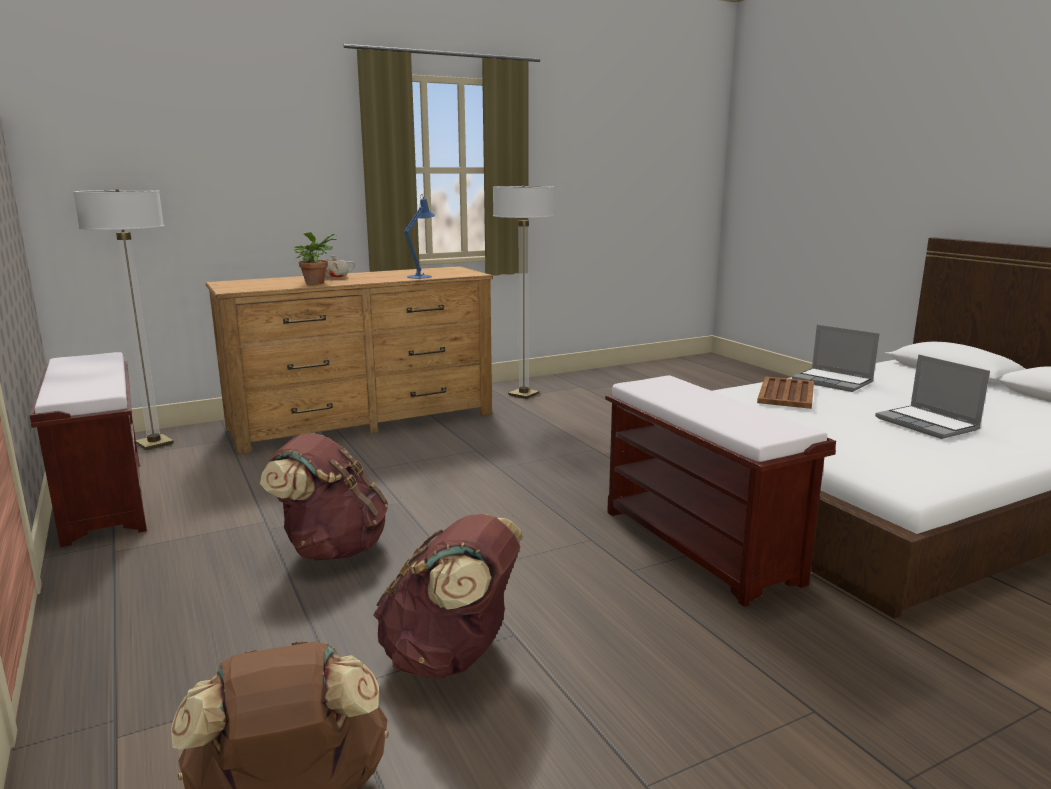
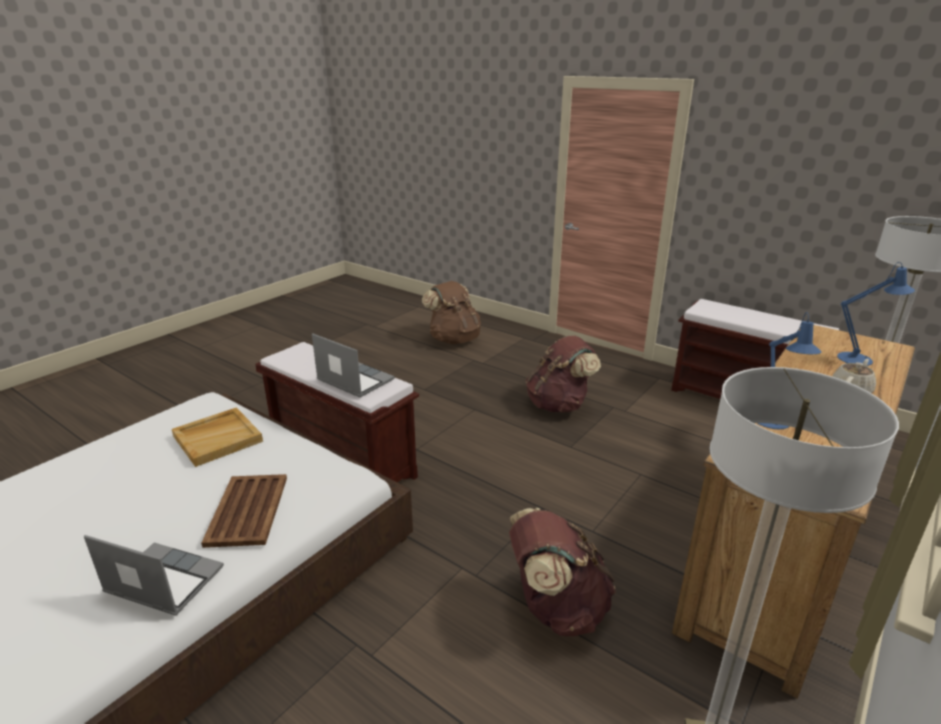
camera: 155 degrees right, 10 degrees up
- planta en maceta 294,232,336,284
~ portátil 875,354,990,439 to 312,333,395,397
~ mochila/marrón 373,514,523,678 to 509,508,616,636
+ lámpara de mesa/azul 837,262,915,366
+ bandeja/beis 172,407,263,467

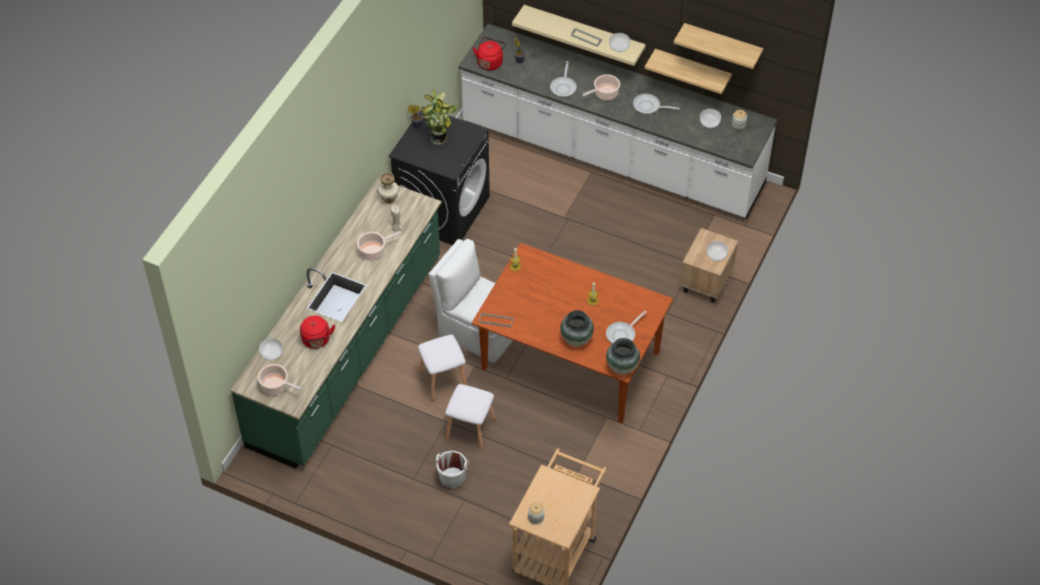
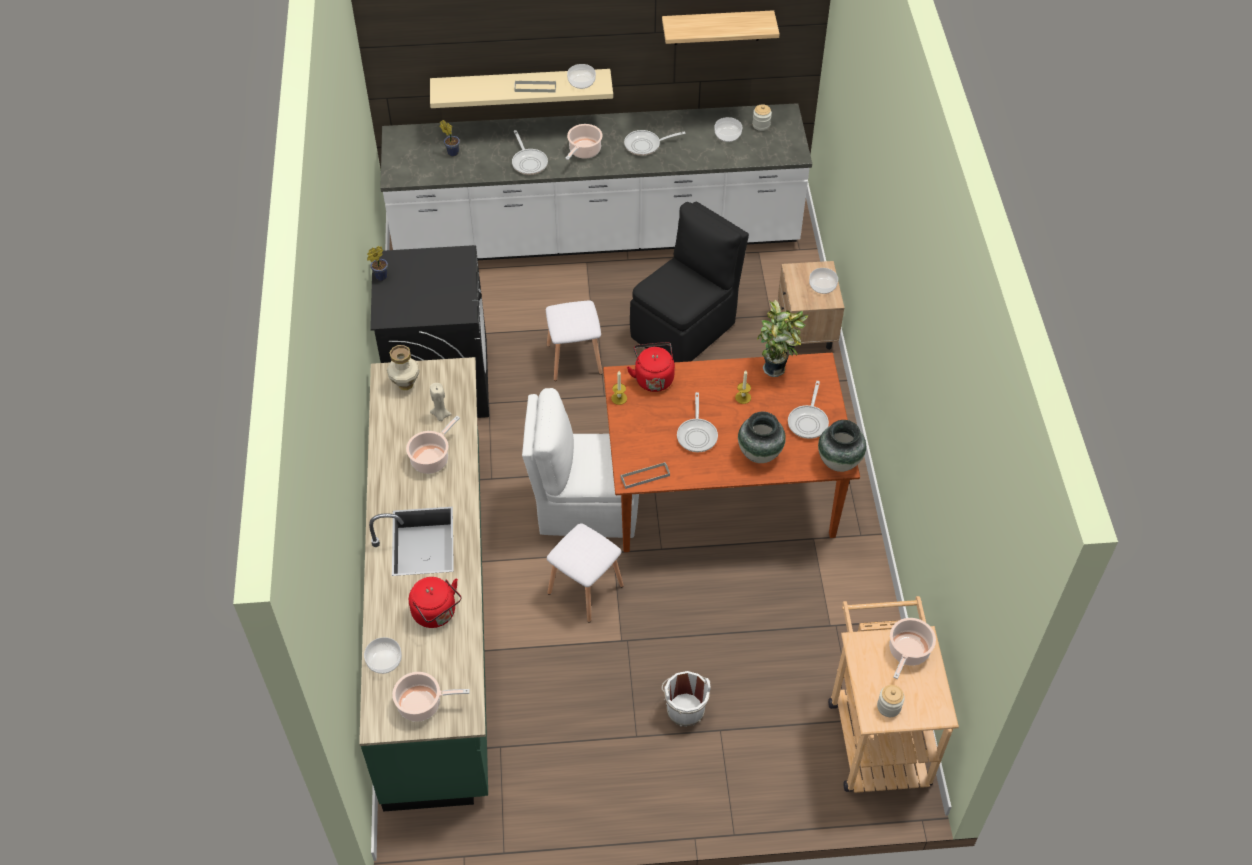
camera: 30 degrees left, 0 degrees up
~ hervidor/rojo 472,37,506,71 to 627,342,675,392
- estante 645,49,732,94
~ planta en maceta 421,89,458,145 to 757,300,809,377
~ taburete/blanco 445,384,495,450 to 546,300,603,381
+ silla/negro 630,201,749,362
+ sartén 677,392,718,452
+ olla 889,618,936,679

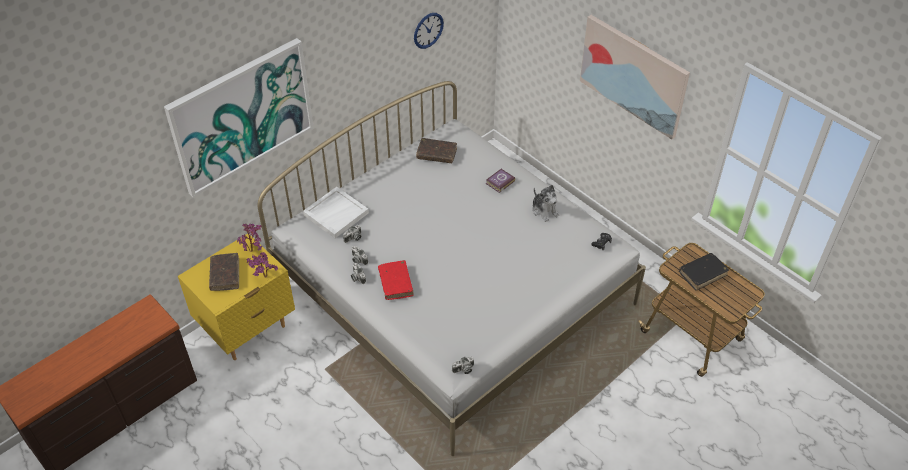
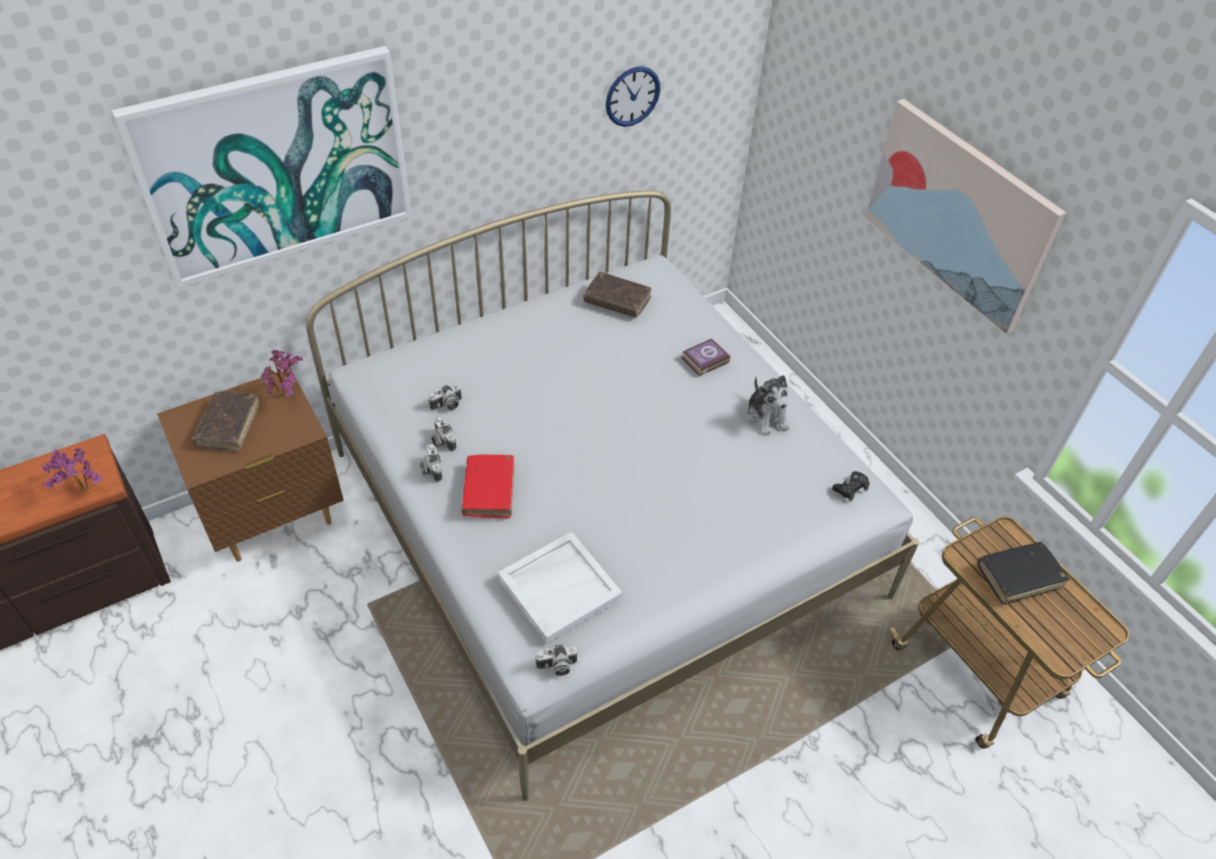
camera: 10 degrees right, 0 degrees up
~ bandeja/blanco 303,187,369,238 to 498,532,622,644
~ mesita de noche/amarillo 178,233,295,360 to mesita de noche/marrón 157,368,343,562
~ planta en maceta 246,252,278,278 to 41,448,102,491

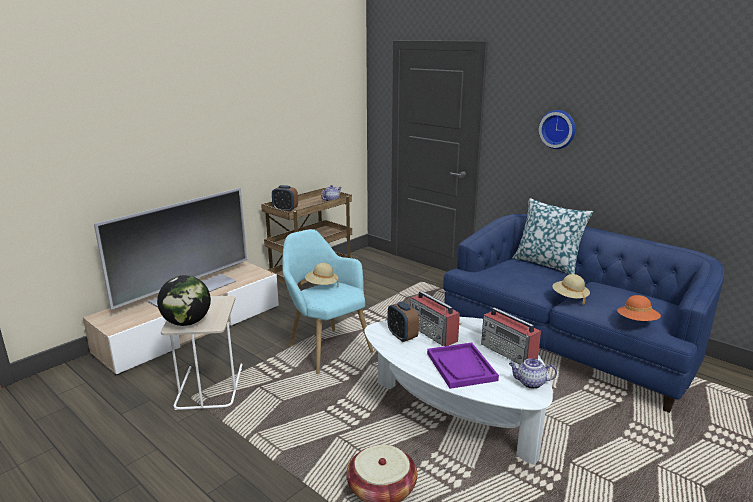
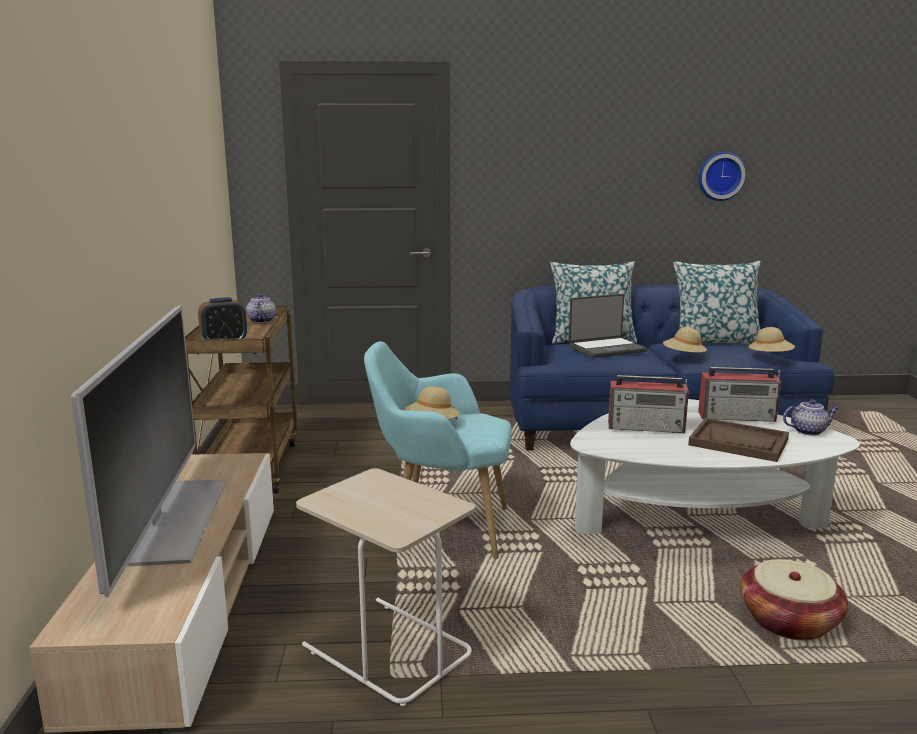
camera: 45 degrees left, 5 degrees down
~ reloj de pared 539,110,576,149 to 698,152,746,201
- globo terráqueo 157,275,211,326
~ sombrero/naranja 617,295,661,321 to sombrero/beis 747,327,795,355
- despertador 388,301,419,342
~ bandeja/morado 427,343,499,389 to bandeja/marrón 688,418,789,462
~ tetera 509,358,557,389 = 783,399,839,436 150 degrees counterclockwise
+ cojín 673,261,761,344
+ portátil 568,294,647,358

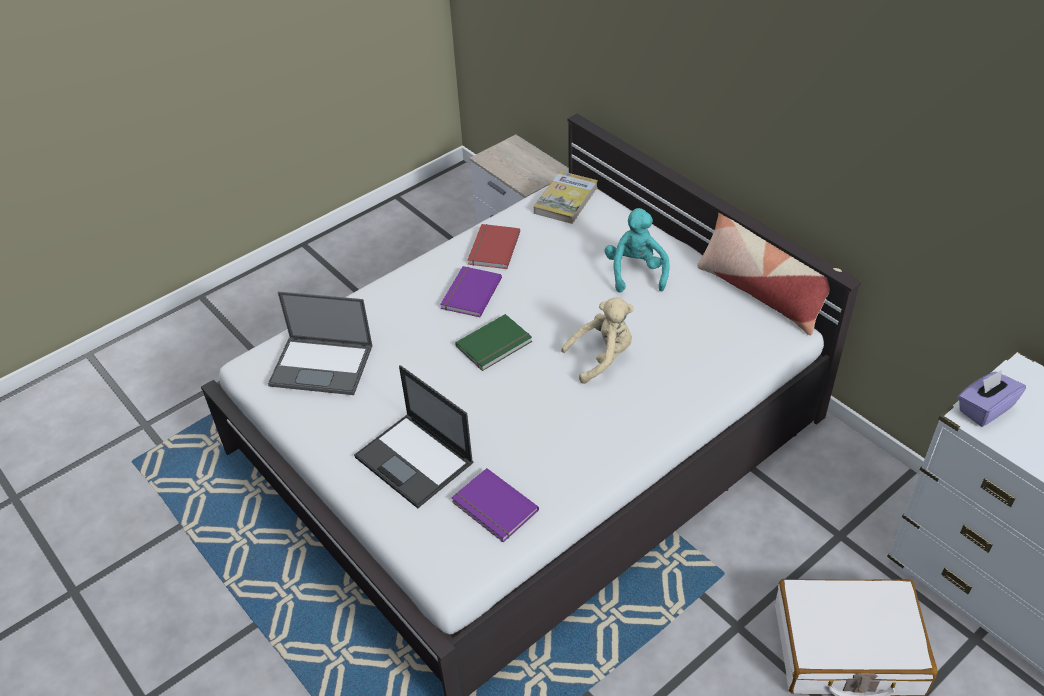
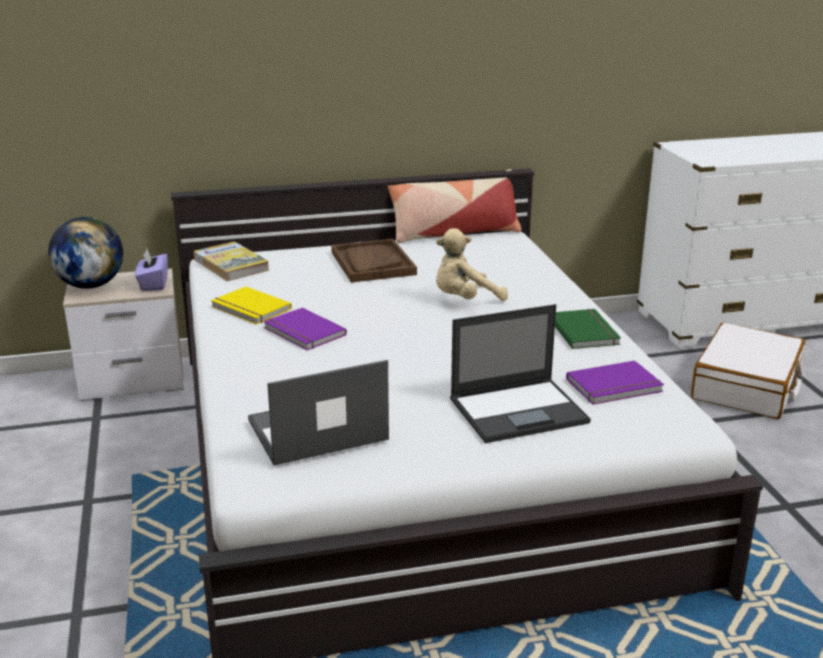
camera: 65 degrees left, 20 degrees down
~ peluche/turquesa 605,208,670,293 to bandeja/marrón 331,239,417,283
~ libro/rojo 468,224,520,269 to libro/amarillo 211,287,292,325
~ portátil 268,292,372,395 = 248,360,389,465 150 degrees counterclockwise
~ peluche/beis 561,298,634,384 = 436,228,508,301 120 degrees counterclockwise
~ libro/verde 455,314,532,371 to 555,309,621,349
~ caja de pañuelos/morado 958,370,1026,427 to 135,249,168,291
+ globo terráqueo 48,217,123,289

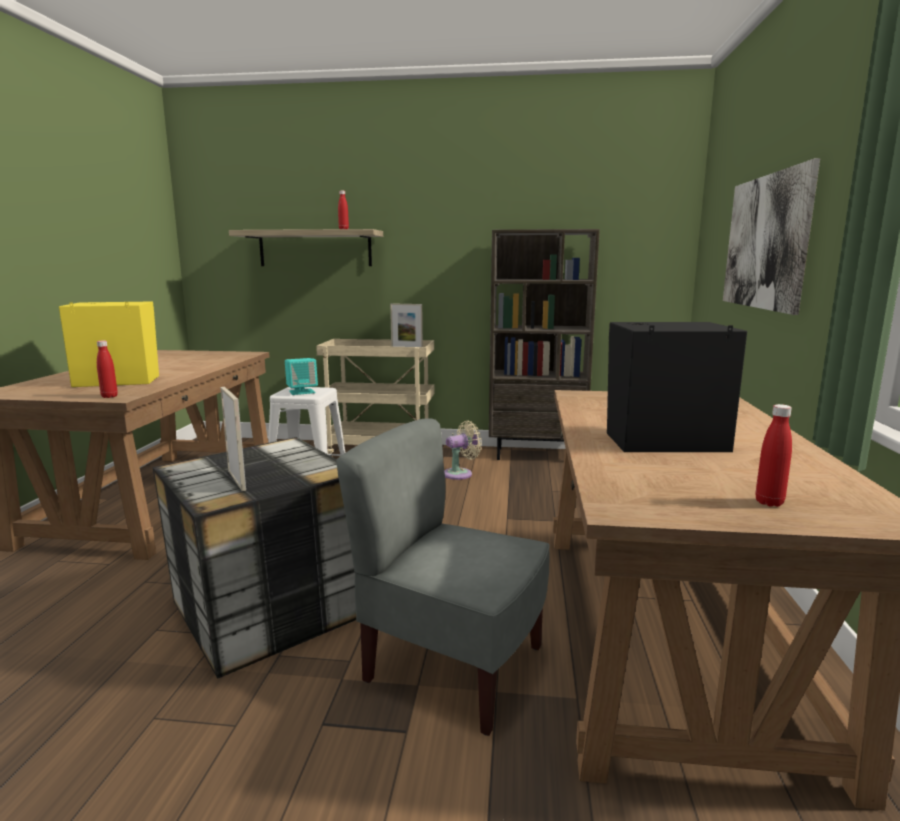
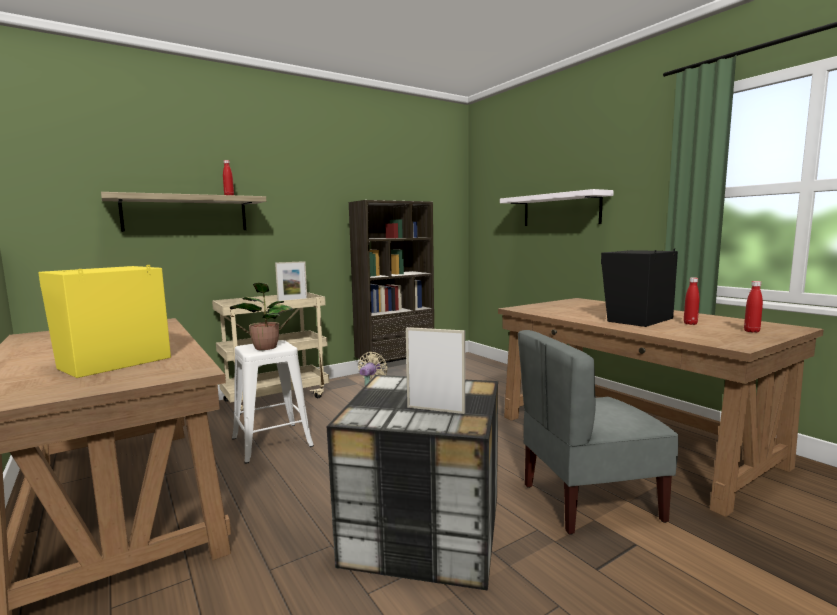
camera: 40 degrees left, 5 degrees down
~ cuadro 723,158,820,315 to estante/blanco 500,189,614,226
~ botella/rojo 97,340,118,398 to 684,277,699,325
~ altavoz/turquesa 285,358,318,395 to planta en maceta 230,283,293,350

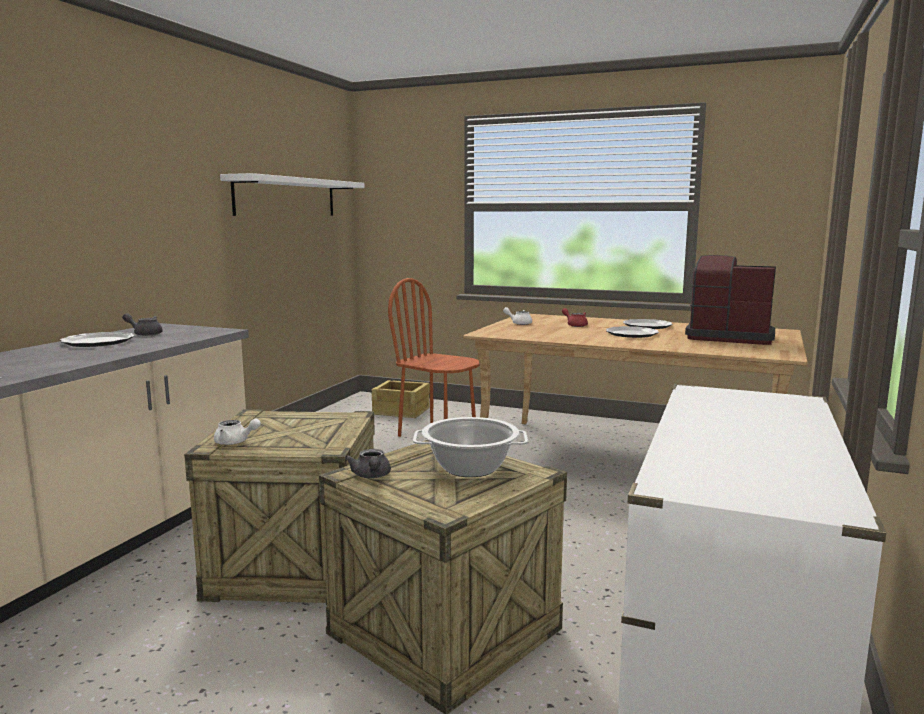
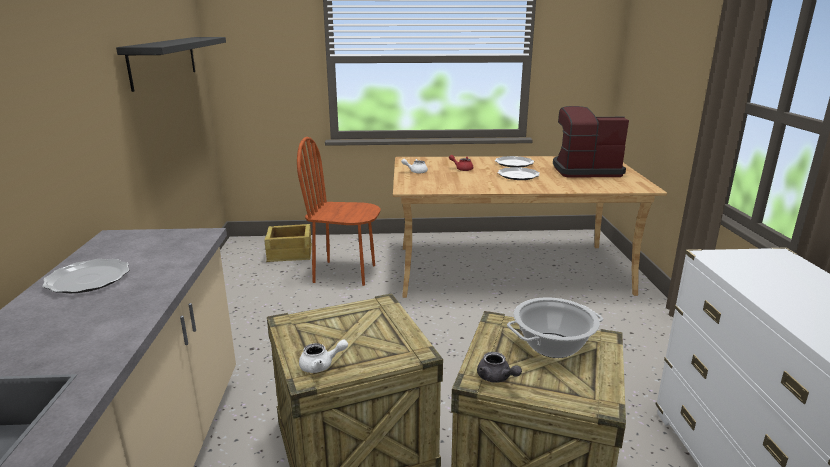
camera: 25 degrees left, 10 degrees up
~ estante/blanco 220,173,364,216 to estante/negro 116,37,226,92
- tetera/gris 122,313,163,336

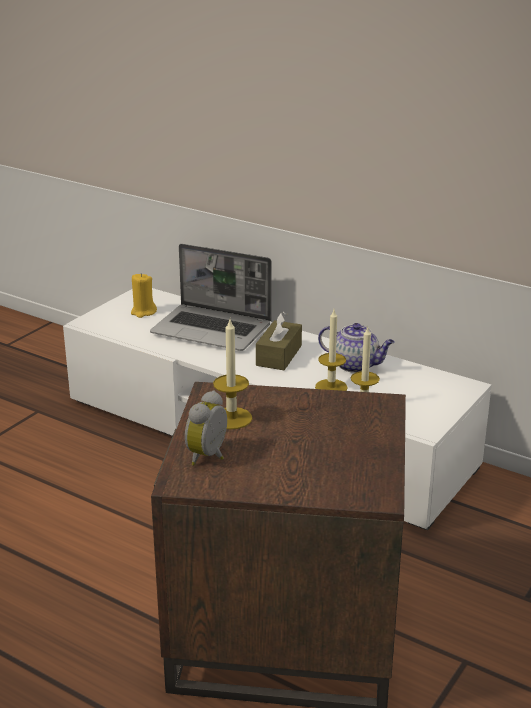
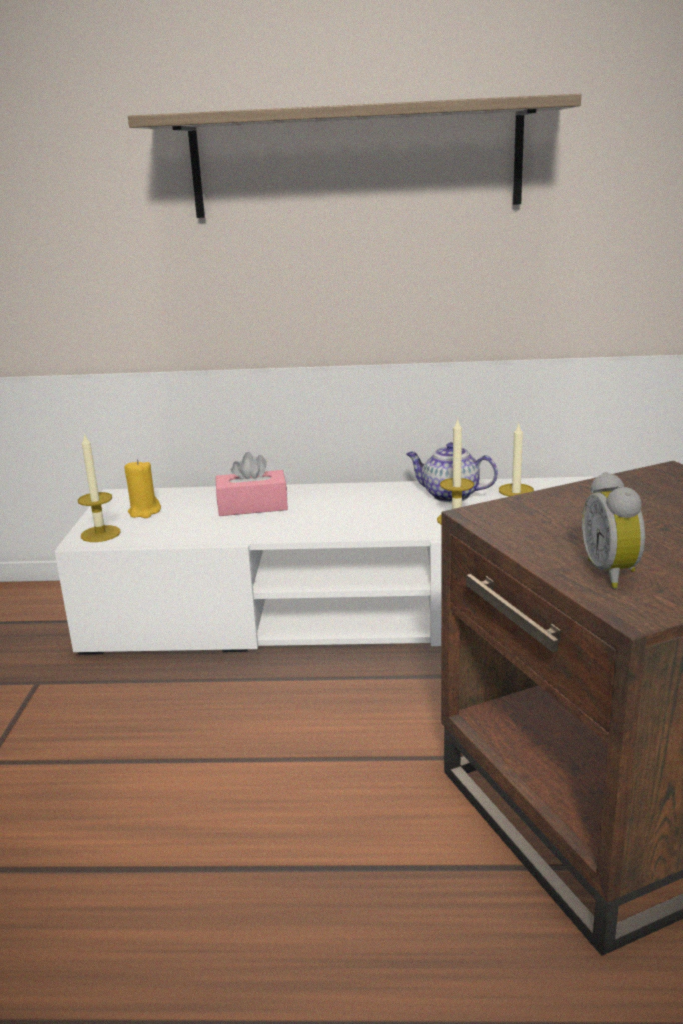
camera: 30 degrees left, 5 degrees down
~ portátil 150,244,272,351 to caja de pañuelos/rosa 216,452,288,516
- caja de pañuelos/marrón 256,312,302,370
~ vela 213,320,252,429 to 78,433,121,542
~ tetera 318,323,395,373 = 406,442,498,502 150 degrees counterclockwise
+ estante 128,93,581,218

